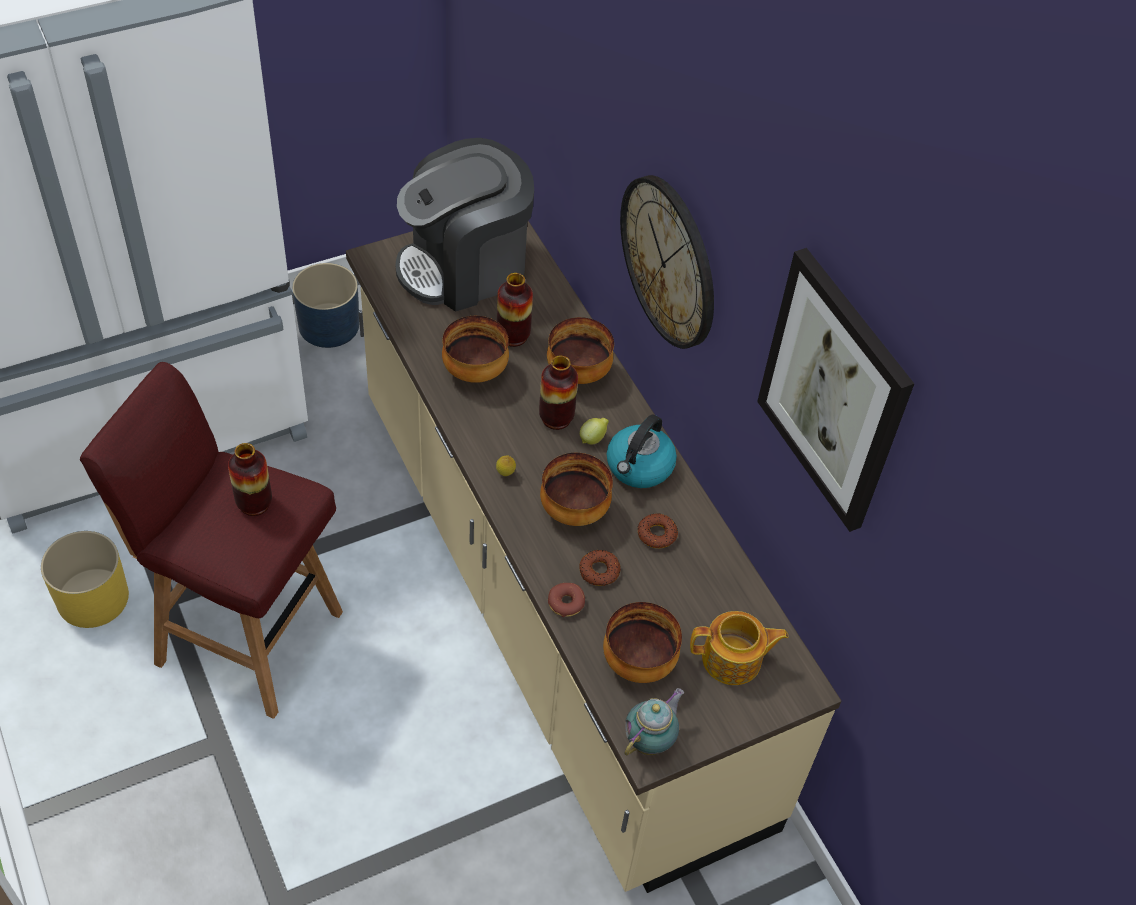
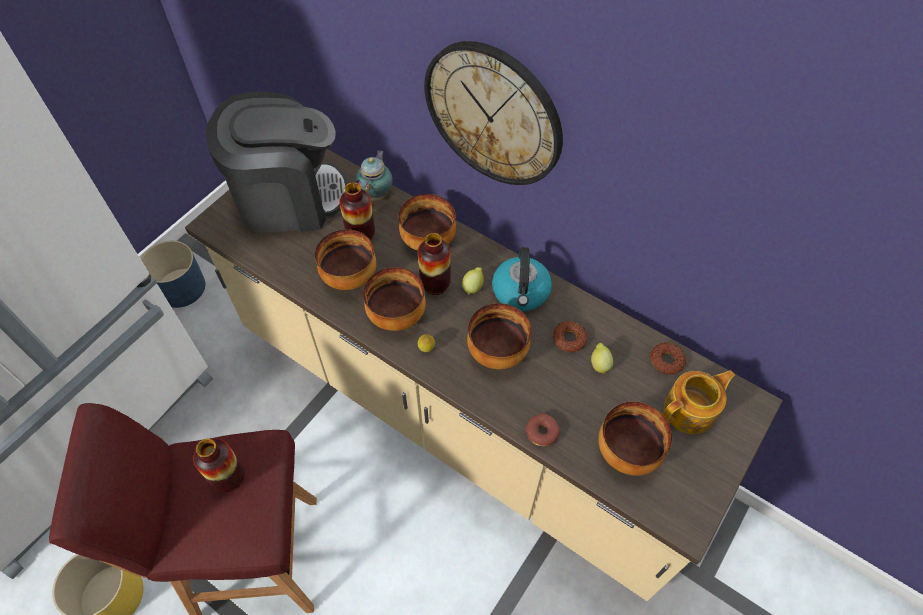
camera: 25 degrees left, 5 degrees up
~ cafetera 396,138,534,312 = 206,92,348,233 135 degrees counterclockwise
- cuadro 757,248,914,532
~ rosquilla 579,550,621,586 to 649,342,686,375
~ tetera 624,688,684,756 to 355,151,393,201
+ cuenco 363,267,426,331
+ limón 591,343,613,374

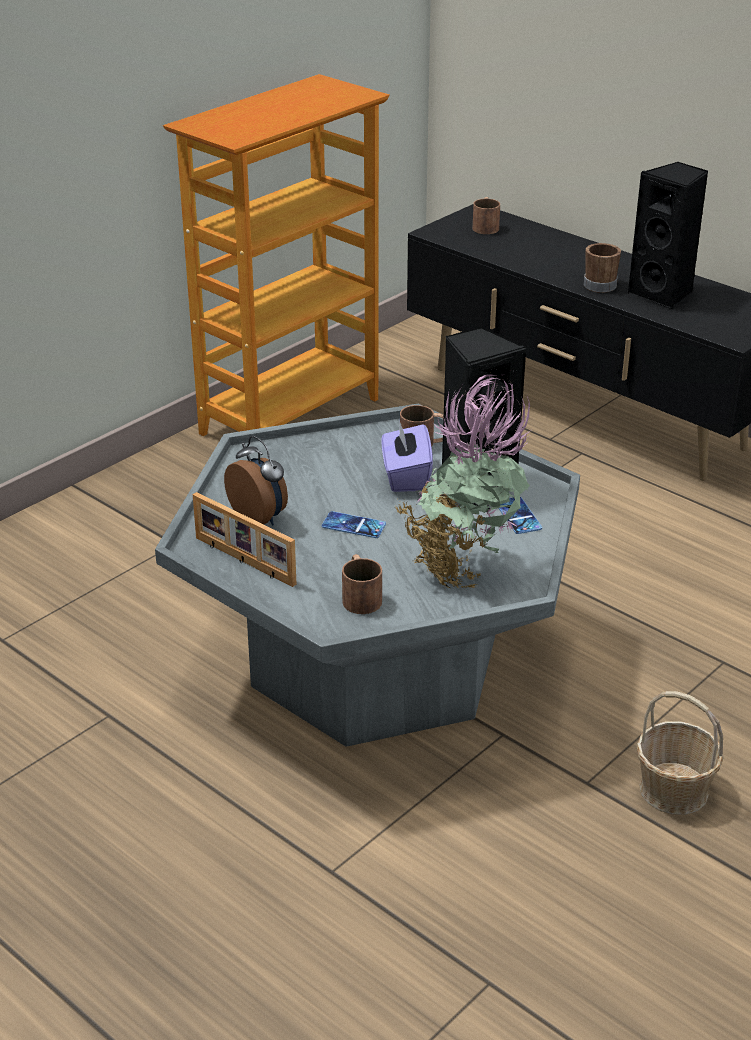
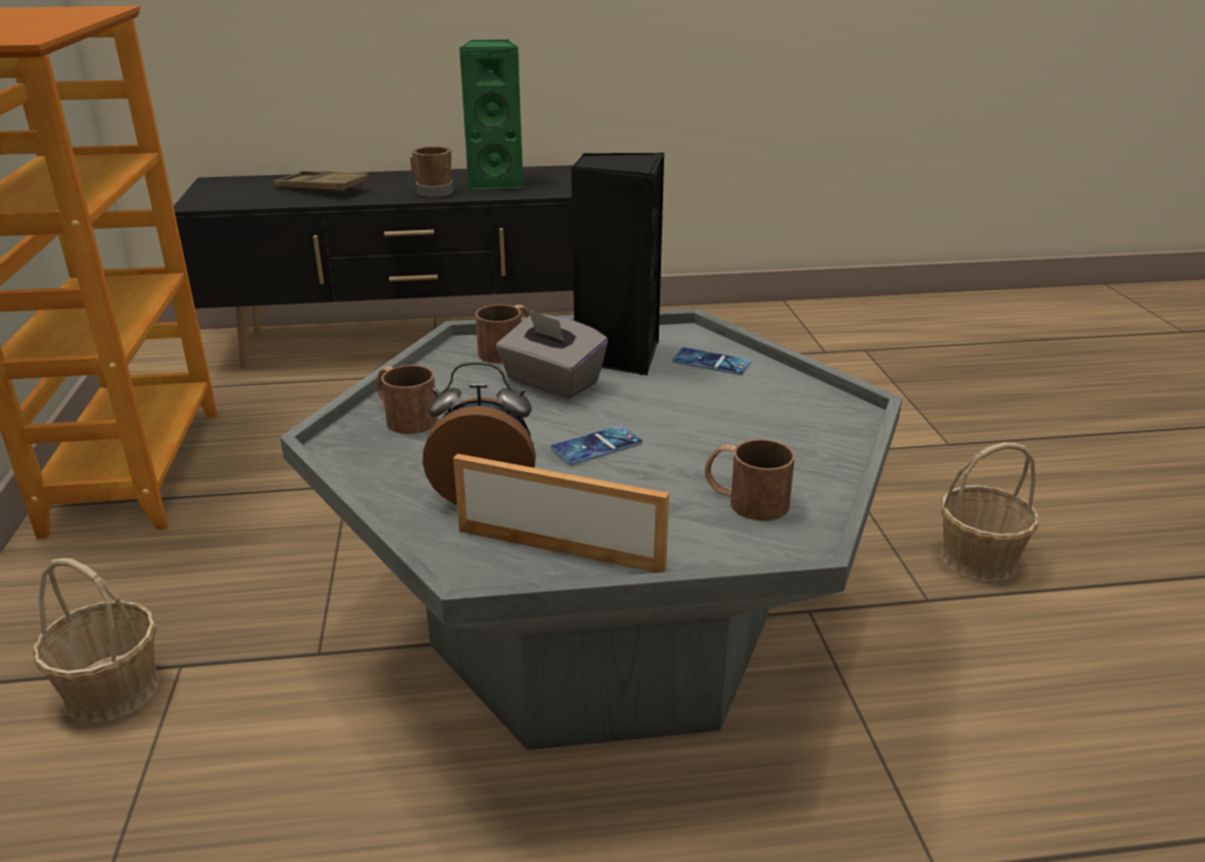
camera: 50 degrees left, 5 degrees down
~ altavoz/negro 628,162,708,309 to altavoz/verde 459,40,524,190
~ taza grande/marrón 473,197,500,234 to 377,365,438,434
- planta en maceta 395,374,531,589
~ caja de pañuelos/morado 381,420,433,492 to caja de pañuelos/gris 496,309,608,399
~ portarretratos 193,492,296,587 = 453,454,669,573 150 degrees counterclockwise
+ bandeja/marrón 274,171,370,193
+ cesta 33,558,160,723

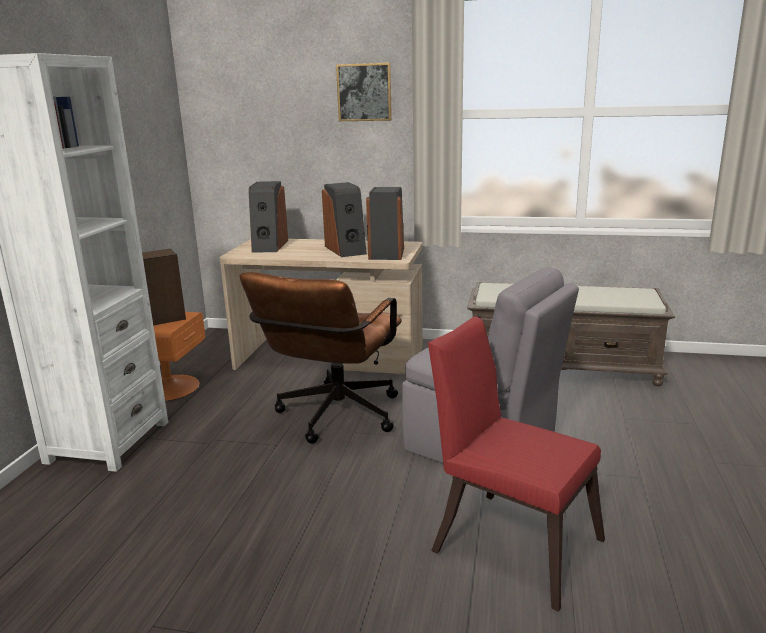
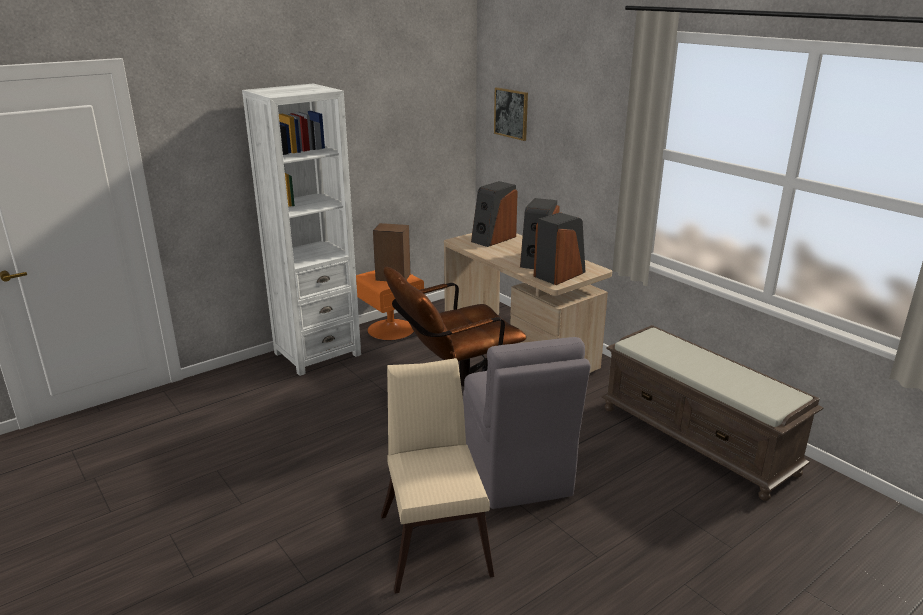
camera: 40 degrees right, 5 degrees up
~ cuadro 336,63,392,121 to 494,87,528,141
~ silla/rojo 428,316,605,612 to silla/beis 381,358,494,594

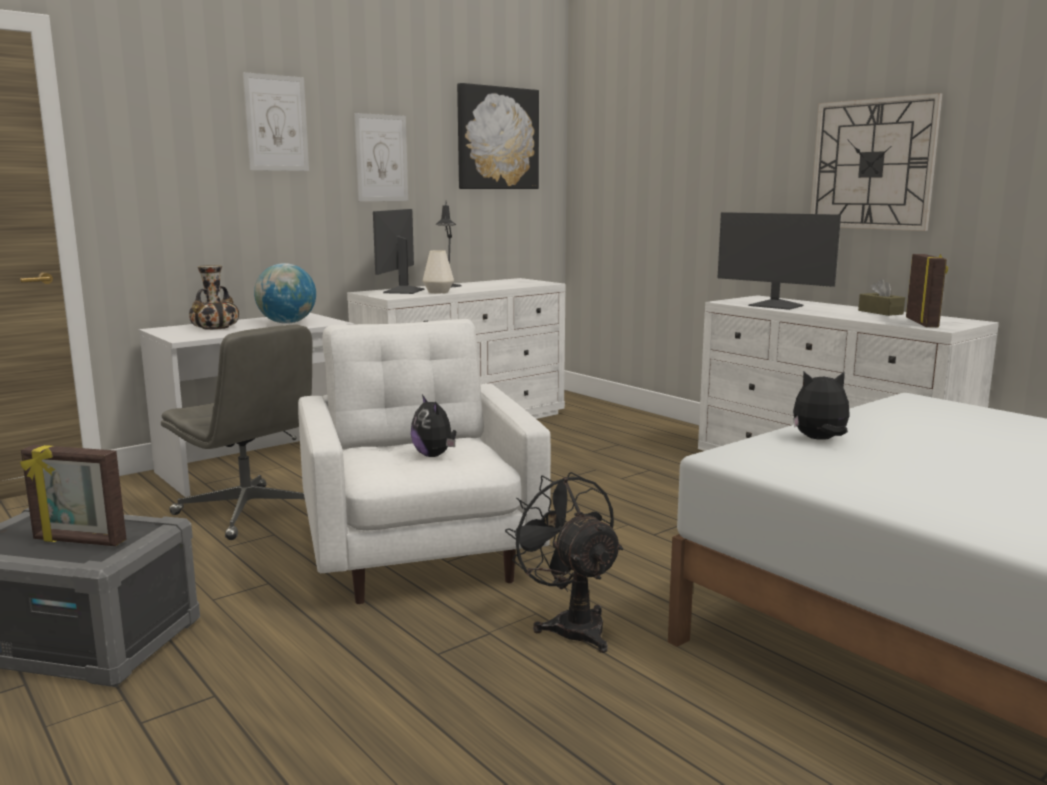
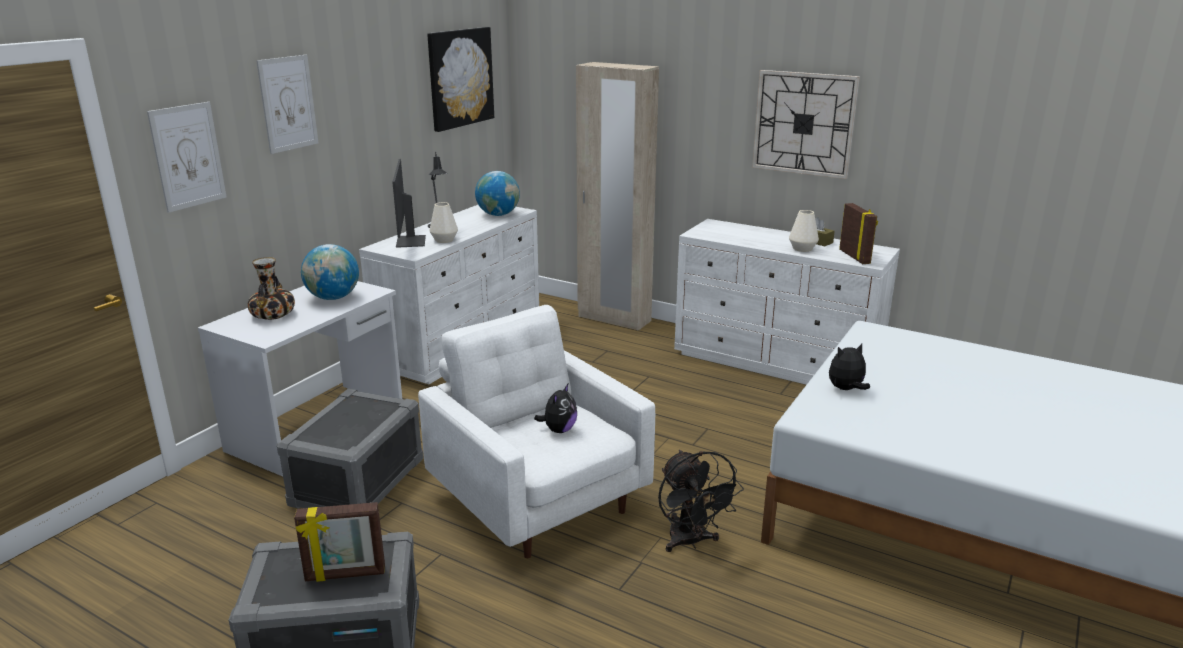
camera: 20 degrees left, 10 degrees up
~ cuadro 354,113,408,201 to 147,102,226,213
- monitor 718,212,841,310
~ silla de oficina/gris 161,325,313,540 to caja de almacenaje/gris 277,389,423,509
~ peluche 411,395,456,457 = 534,384,577,433 105 degrees counterclockwise
~ ventilador/negro 505,472,623,653 = 658,450,744,552 150 degrees counterclockwise
+ armario ropero/beis 576,62,659,331
+ globo terráqueo 475,171,520,216
+ florero/blanco 789,210,819,252

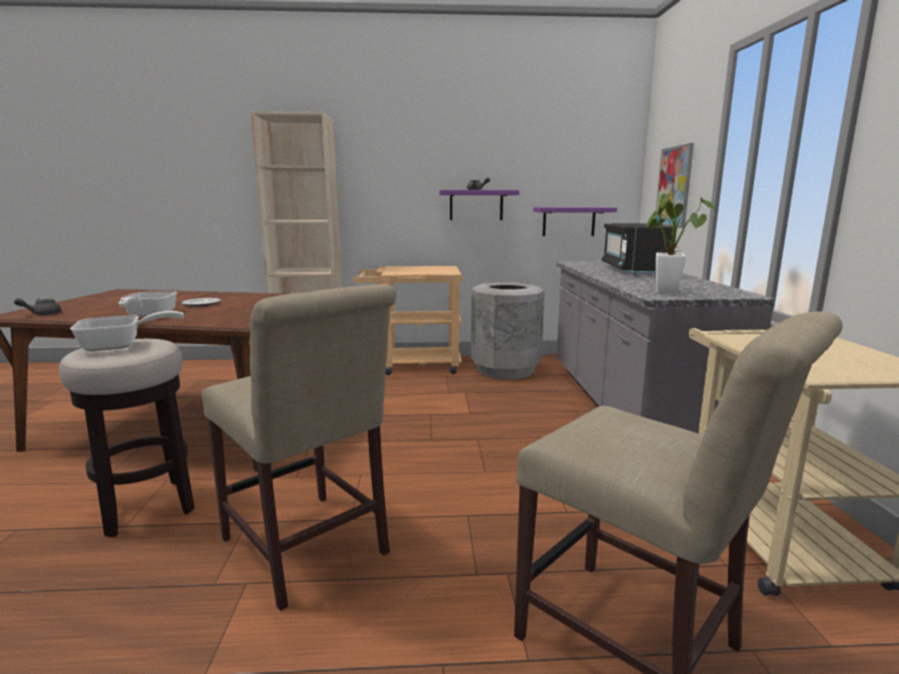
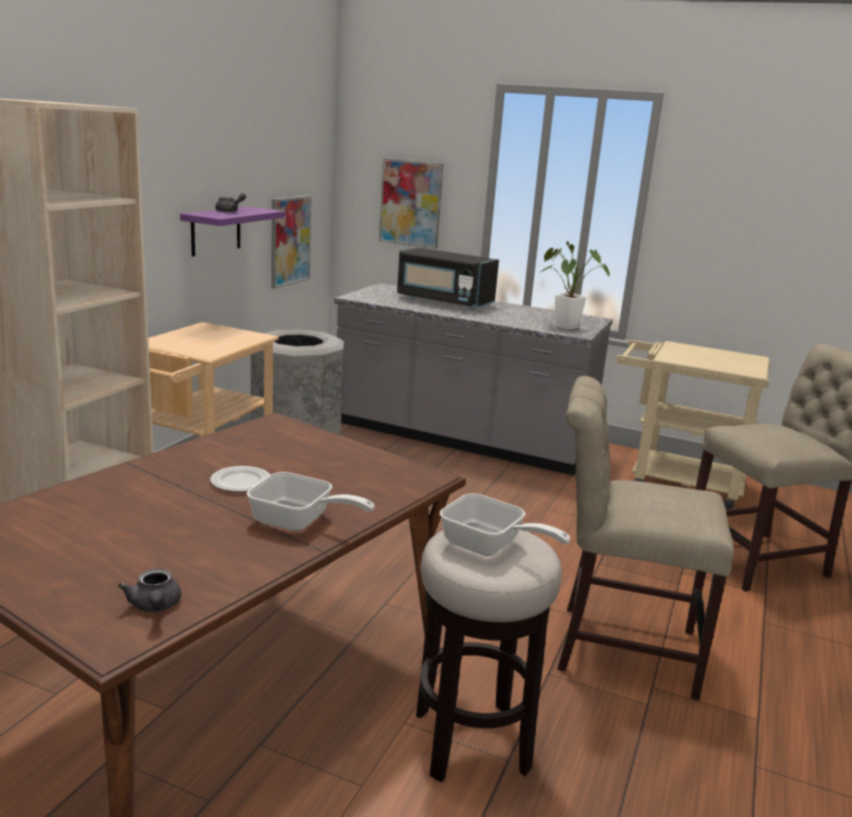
camera: 65 degrees left, 5 degrees up
~ estante/morado 533,207,617,236 to cuadro 271,195,312,288
~ silla/beis 202,284,396,611 = 558,376,734,700 150 degrees counterclockwise
~ sartén 70,311,184,351 = 440,493,570,556 120 degrees clockwise

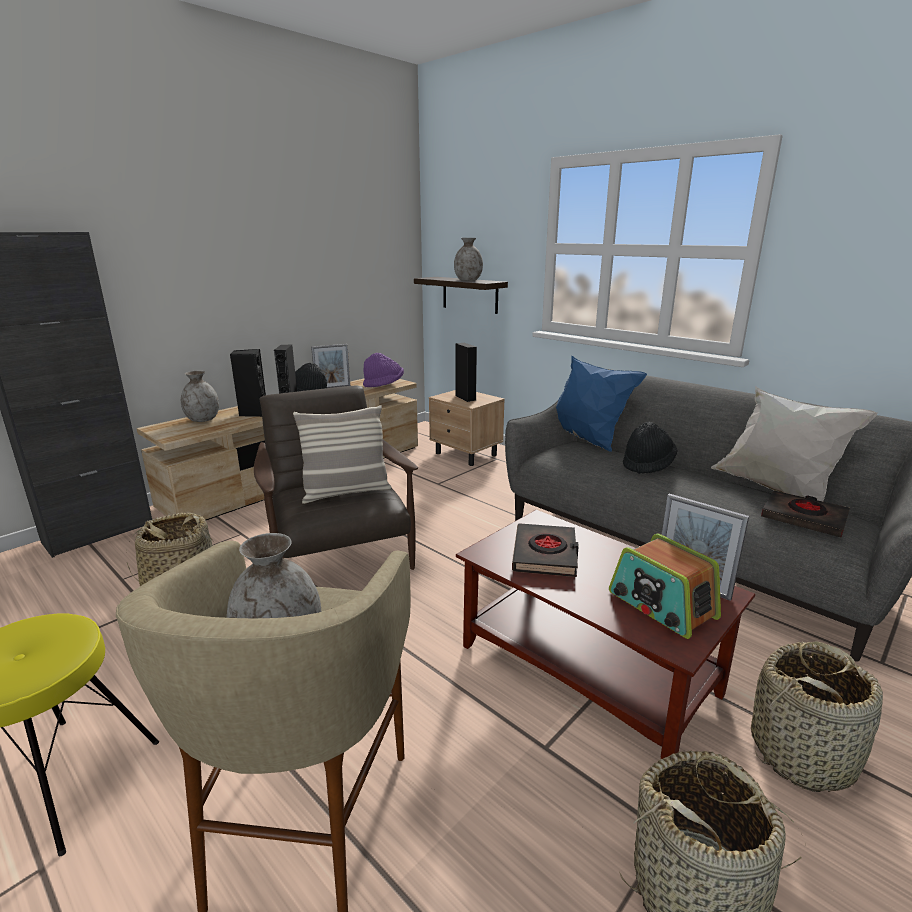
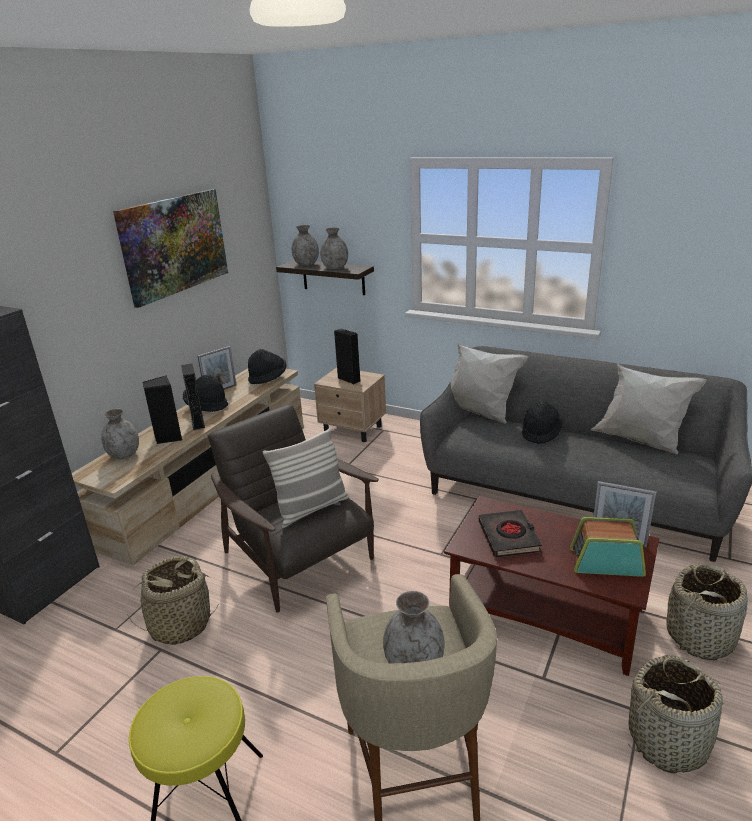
camera: 15 degrees left, 5 degrees up
~ sombrero/morado 363,353,404,387 to sombrero/negro 248,349,286,384
~ cojín/azul 556,356,647,452 to cojín/blanco 450,342,529,424
- libro/negro 761,491,850,538
~ radio 609,533,721,639 = 570,517,646,577 150 degrees clockwise
+ cuadro 113,189,228,308
+ florero/gris 292,225,319,266

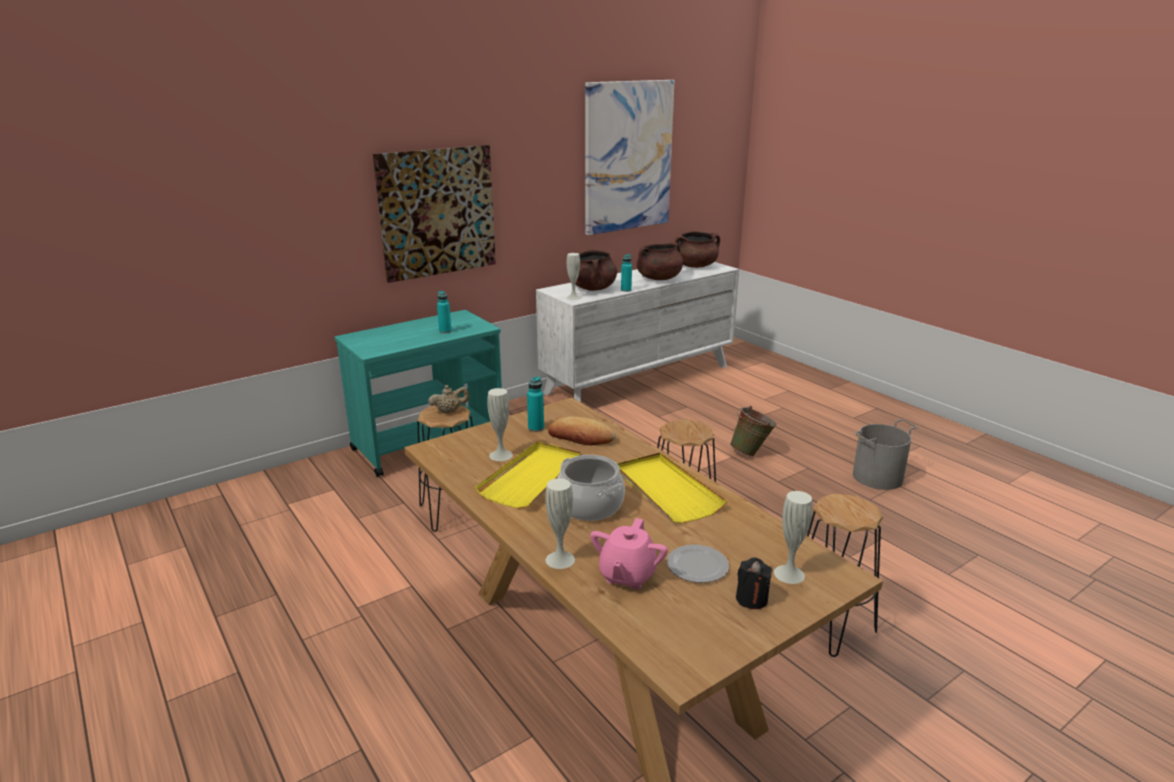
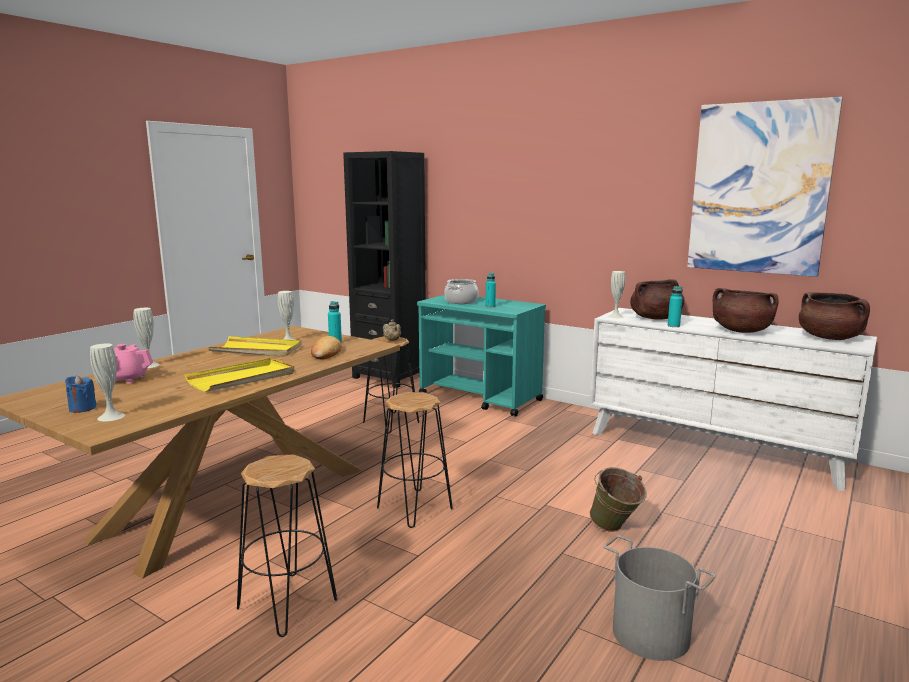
camera: 70 degrees right, 10 degrees down
- cuadro 373,145,496,283
~ olla 558,455,625,521 to 444,279,479,304
- plato 667,545,729,583
~ vela/negro 736,557,773,609 to vela/azul 65,375,97,413
+ estantería/negro 343,151,426,388

